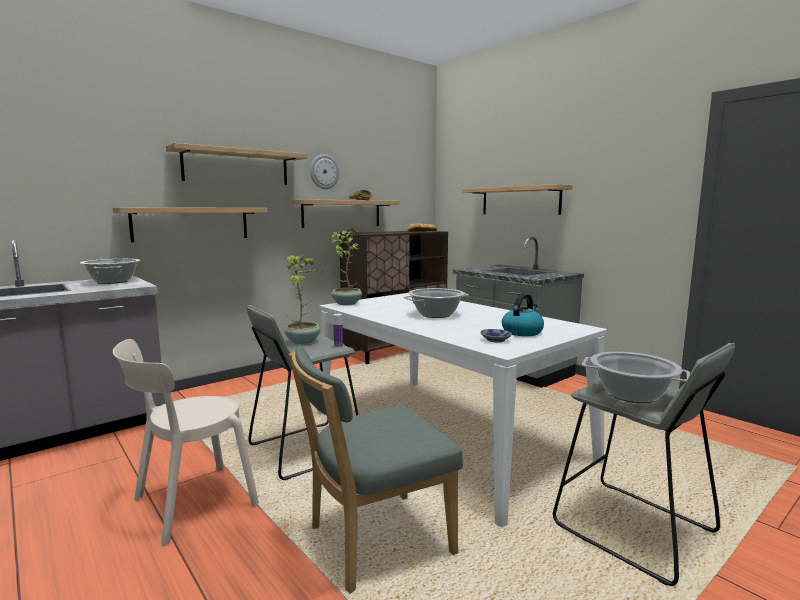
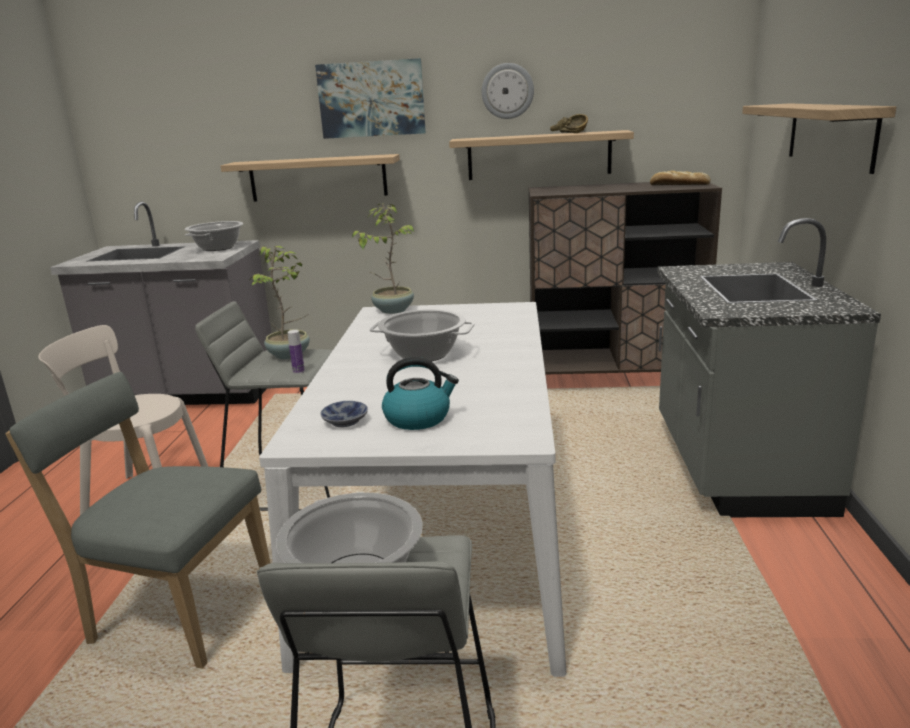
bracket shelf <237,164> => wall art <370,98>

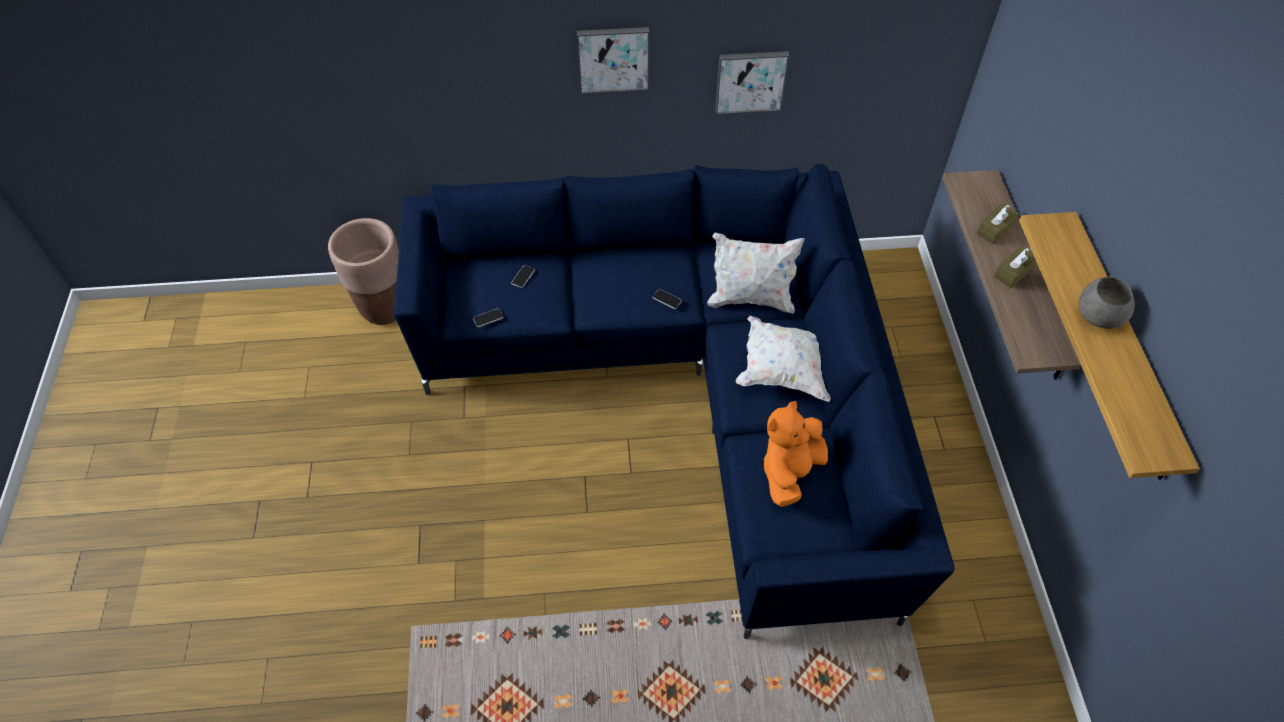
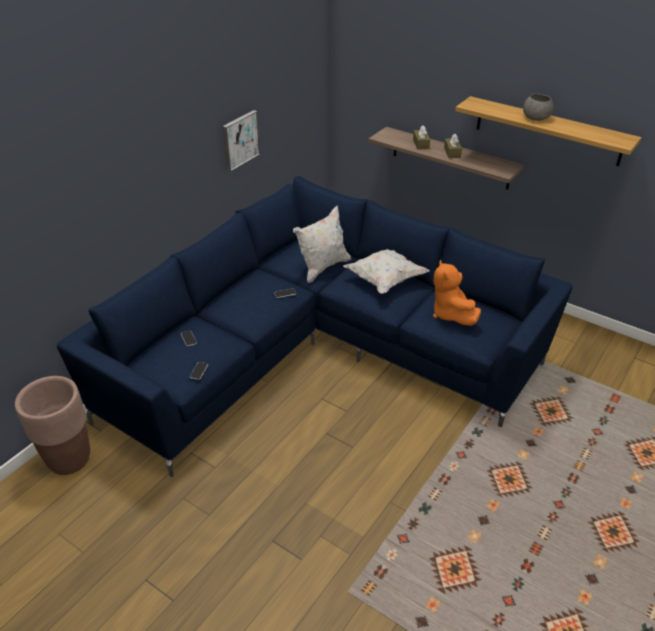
wall art <613,60> => nothing

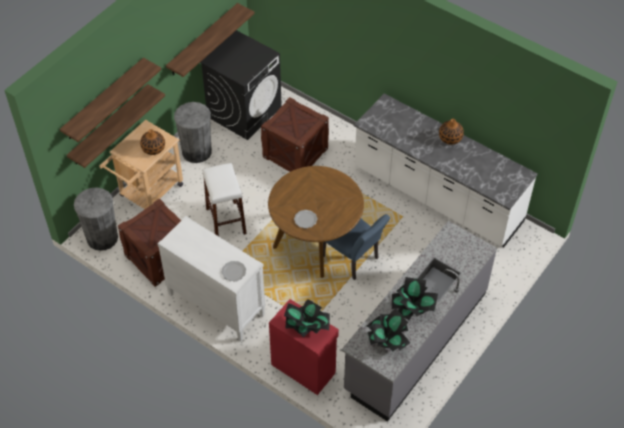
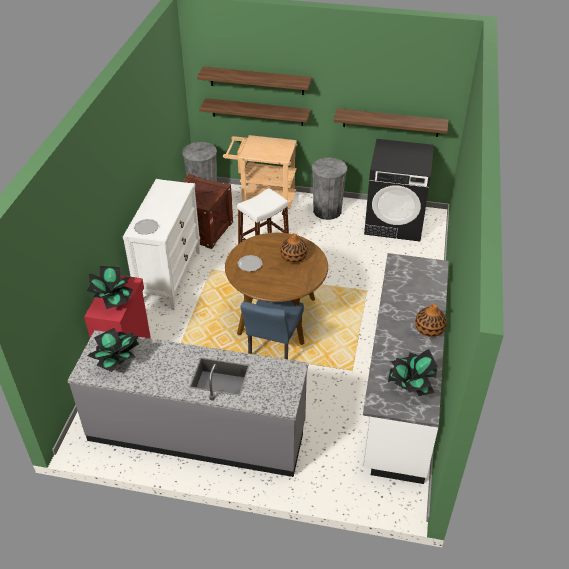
packing crate <295,134> => nothing
decorative vase <152,142> => decorative vase <294,248>, move
plant in a pot <415,298> => plant in a pot <413,372>, move

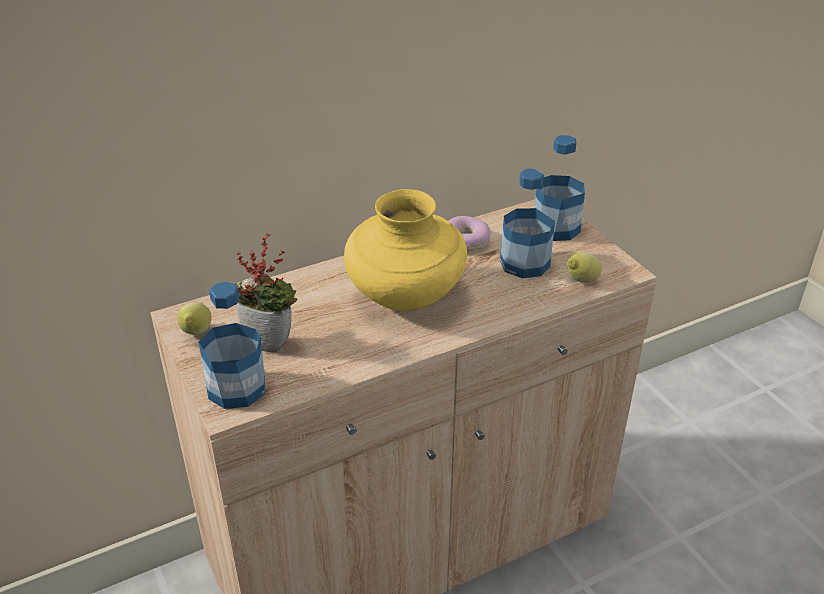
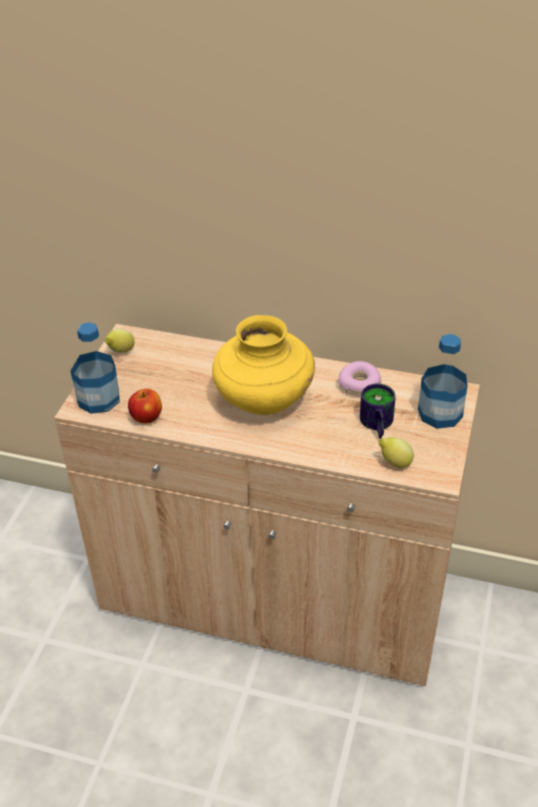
beverage bottle <527,223> => coffee mug <377,411>
plant in a pot <266,292> => nothing
nothing => whole apple <145,406>

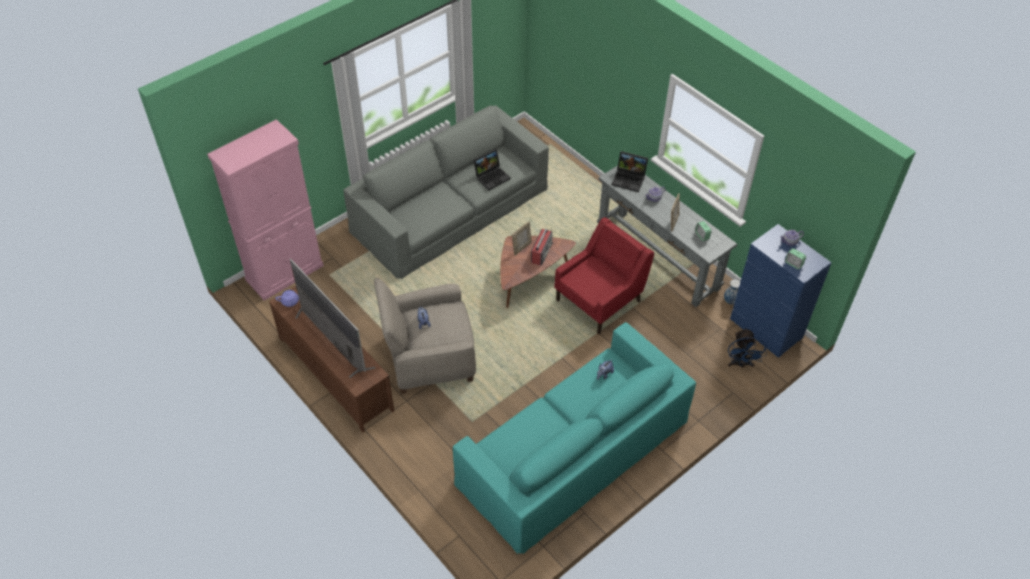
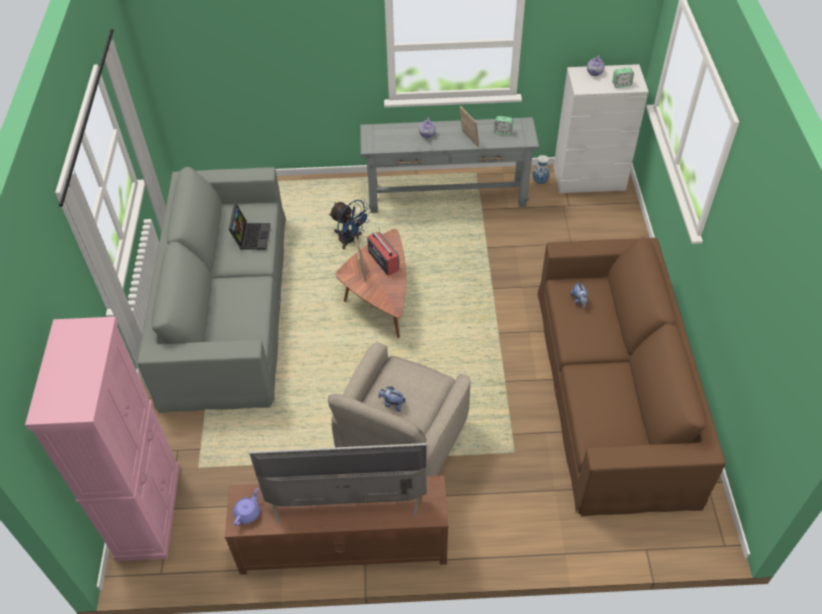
portable computer <629,171> => nothing
easy chair (red-coloured) <604,275> => nothing
dresser (blue-coloured) <781,290> => dresser (white) <601,128>
couch (turquoise-coloured) <574,438> => couch (brown-coloured) <631,376>
cooling fan (blue-coloured) <747,348> => cooling fan (blue-coloured) <350,224>, move

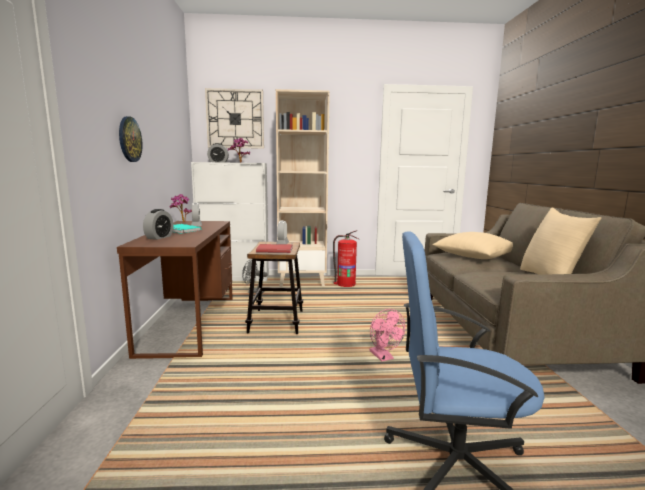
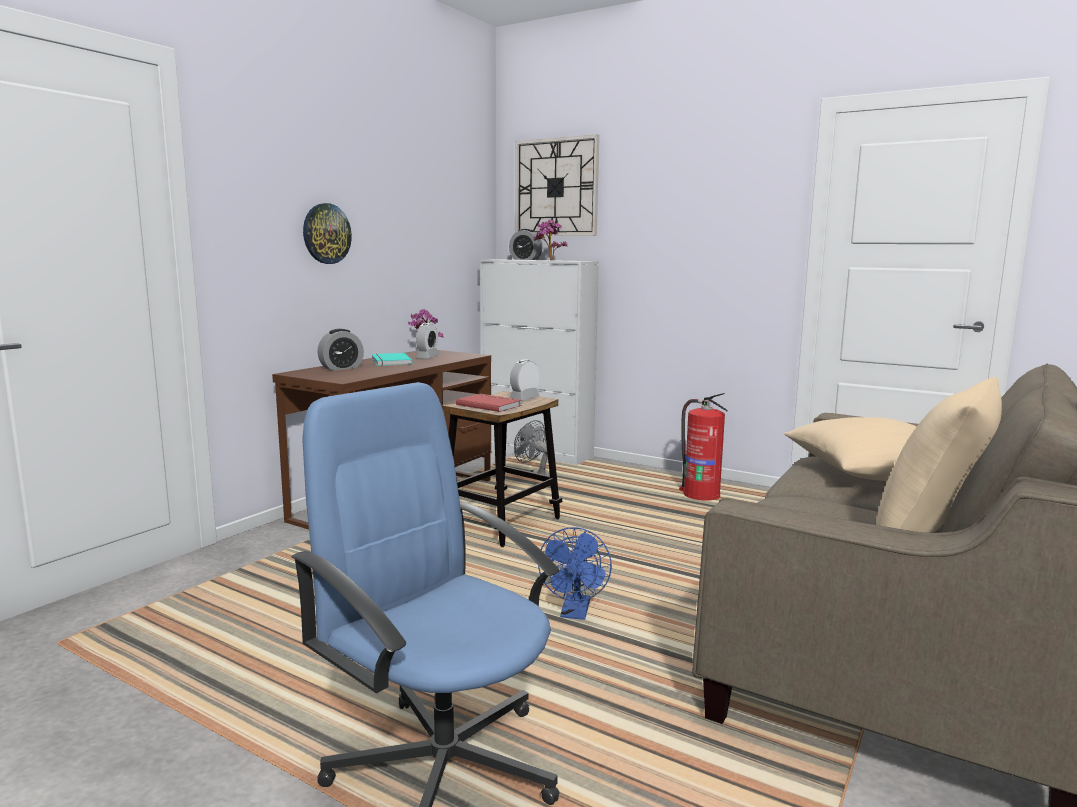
bookcase (beige-coloured) <303,188> => nothing
cooling fan (pink-coloured) <387,335> => cooling fan (blue-coloured) <575,573>

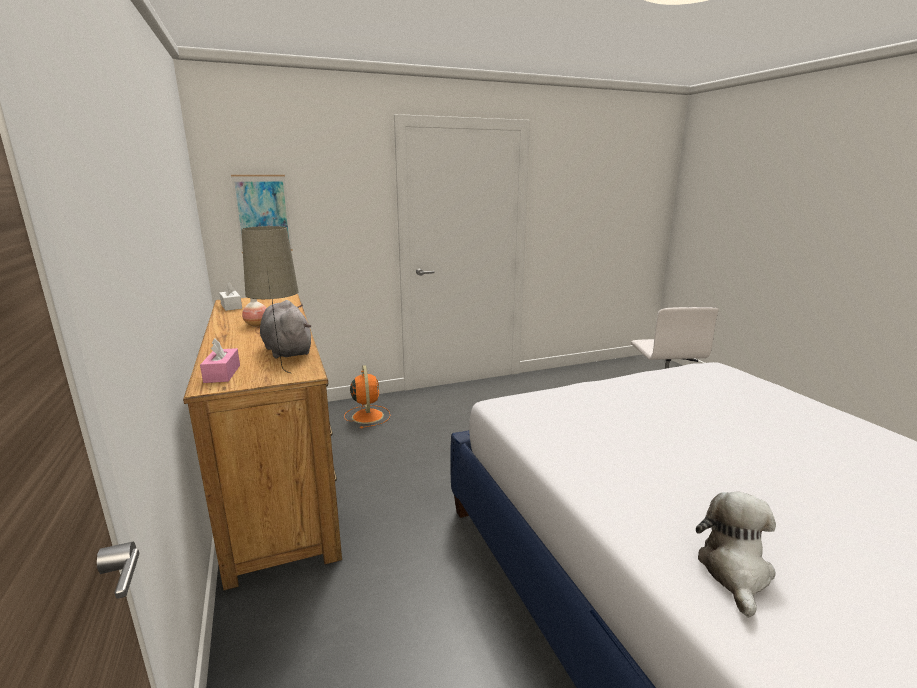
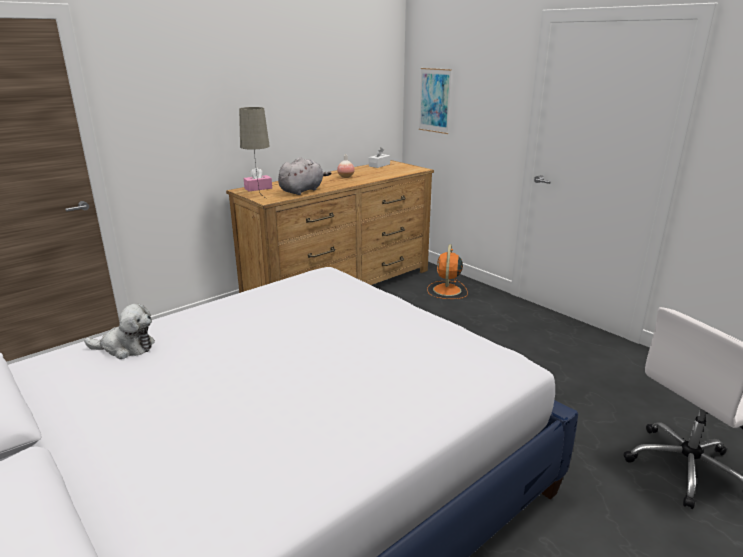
cooling fan (orangey) <367,396> => cooling fan (orangey) <447,271>, 135 degrees clockwise

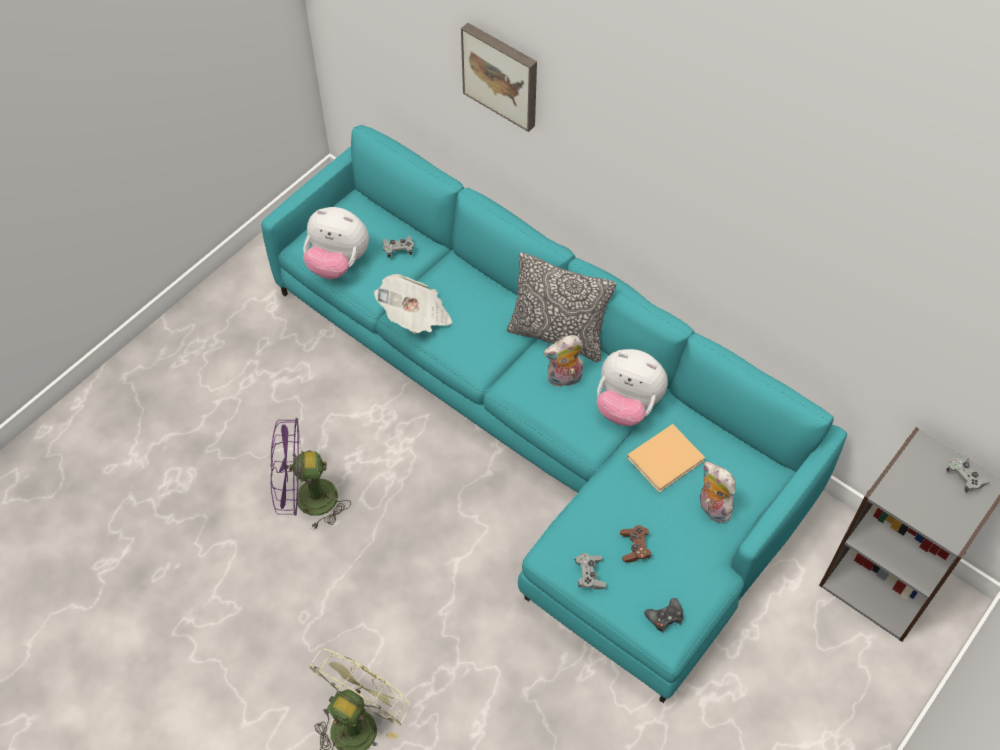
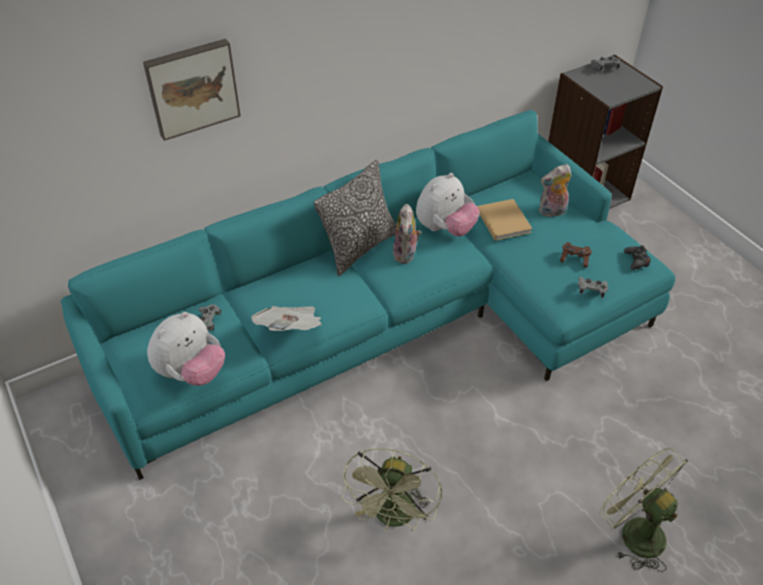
cooling fan (purple) <311,474> => cooling fan (green-coloured) <392,490>

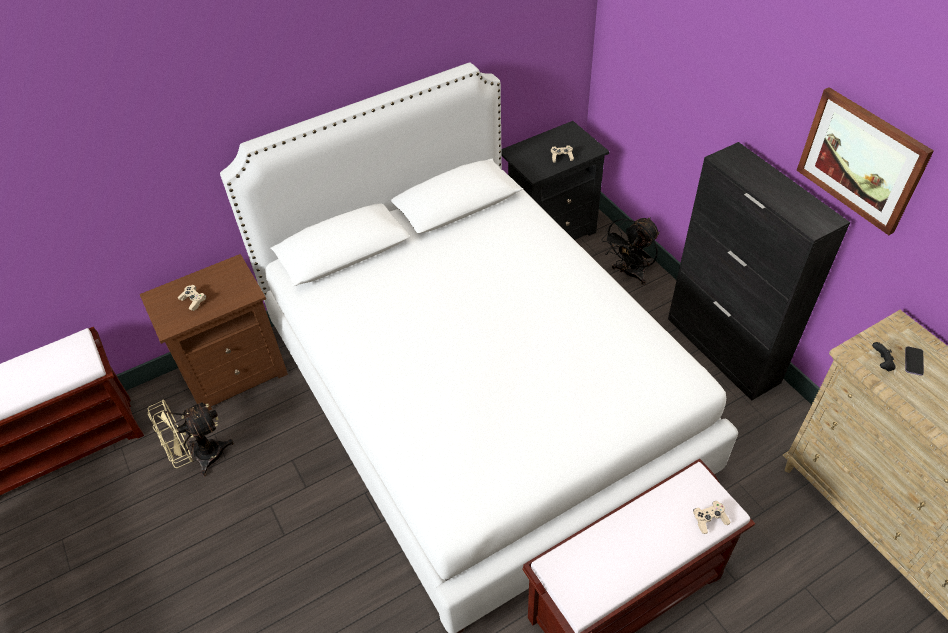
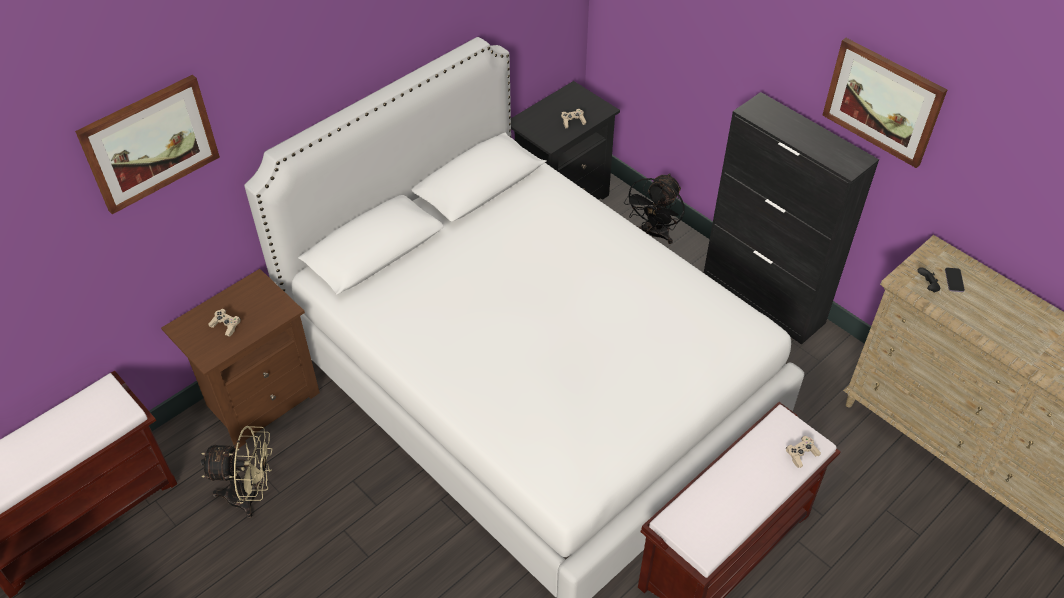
cooling fan (beige-coloured) <190,438> => cooling fan (beige-coloured) <237,472>, 135 degrees counterclockwise
nothing => wall art <147,144>

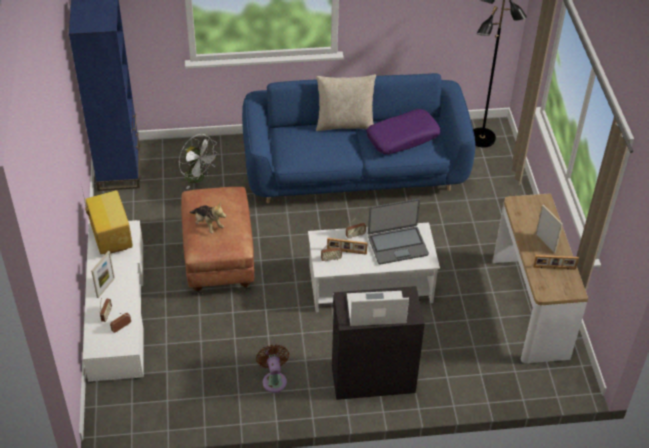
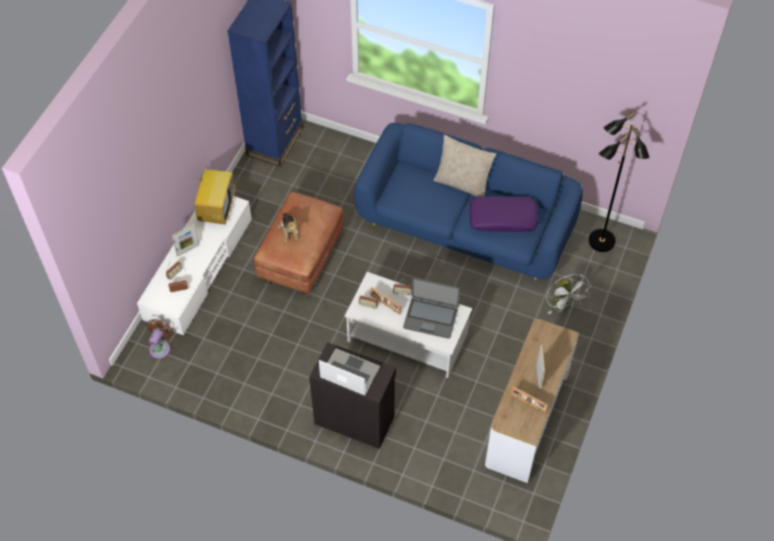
cooling fan (white) <199,161> => cooling fan (white) <568,294>, move
cooling fan (brown-coloured) <272,368> => cooling fan (brown-coloured) <160,339>, move

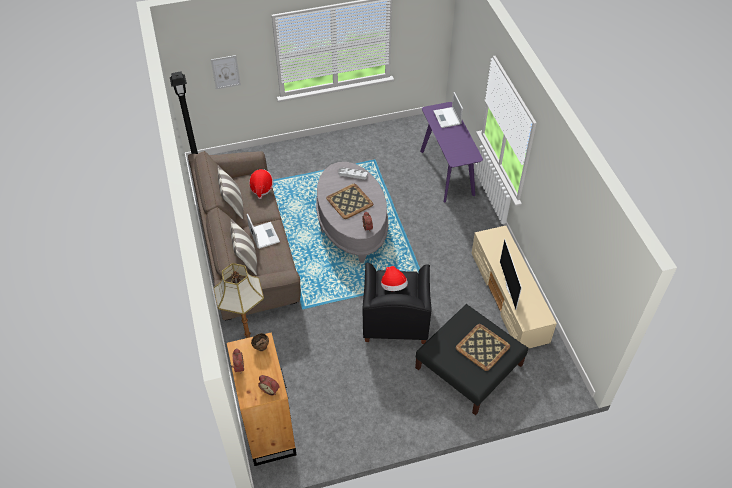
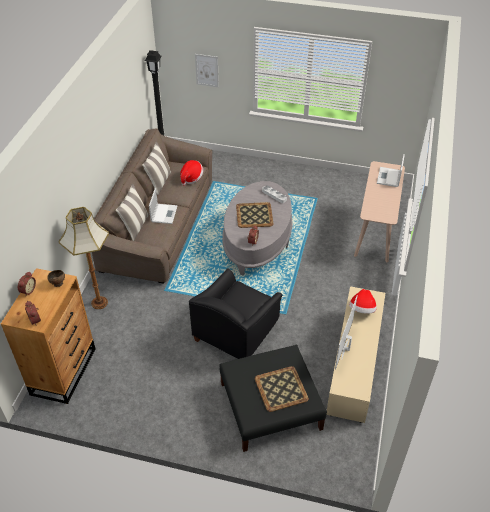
console table (purple) <451,152> => console table (beige-coloured) <379,211>
hat <394,278> => hat <363,301>, move

